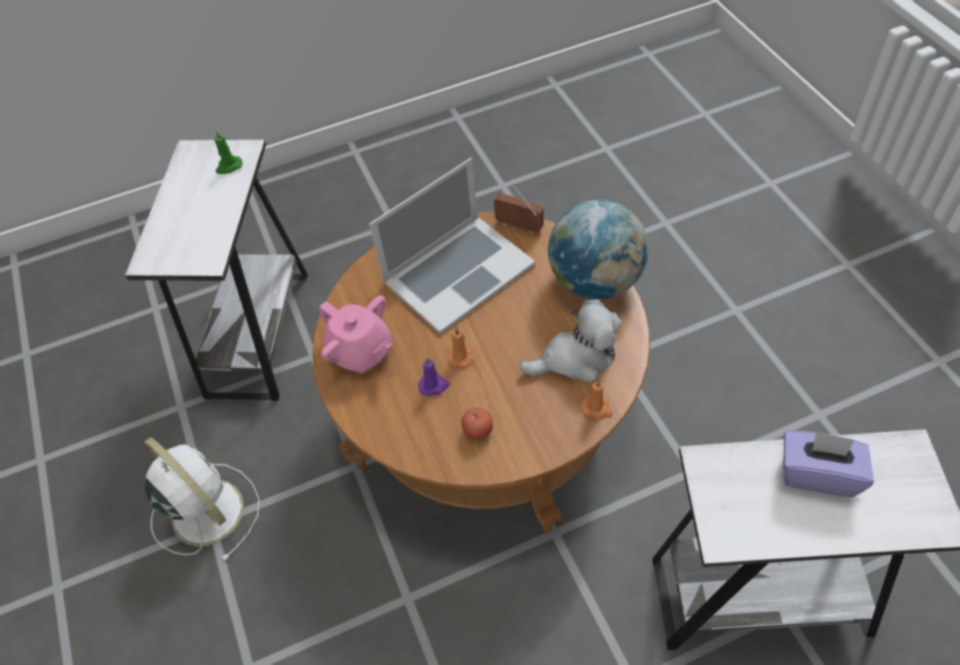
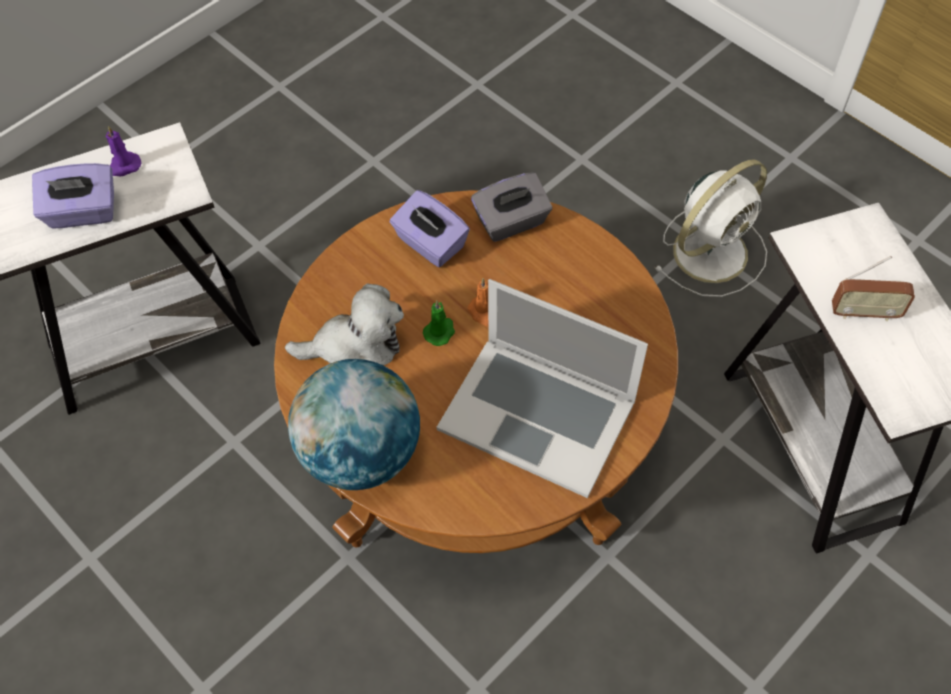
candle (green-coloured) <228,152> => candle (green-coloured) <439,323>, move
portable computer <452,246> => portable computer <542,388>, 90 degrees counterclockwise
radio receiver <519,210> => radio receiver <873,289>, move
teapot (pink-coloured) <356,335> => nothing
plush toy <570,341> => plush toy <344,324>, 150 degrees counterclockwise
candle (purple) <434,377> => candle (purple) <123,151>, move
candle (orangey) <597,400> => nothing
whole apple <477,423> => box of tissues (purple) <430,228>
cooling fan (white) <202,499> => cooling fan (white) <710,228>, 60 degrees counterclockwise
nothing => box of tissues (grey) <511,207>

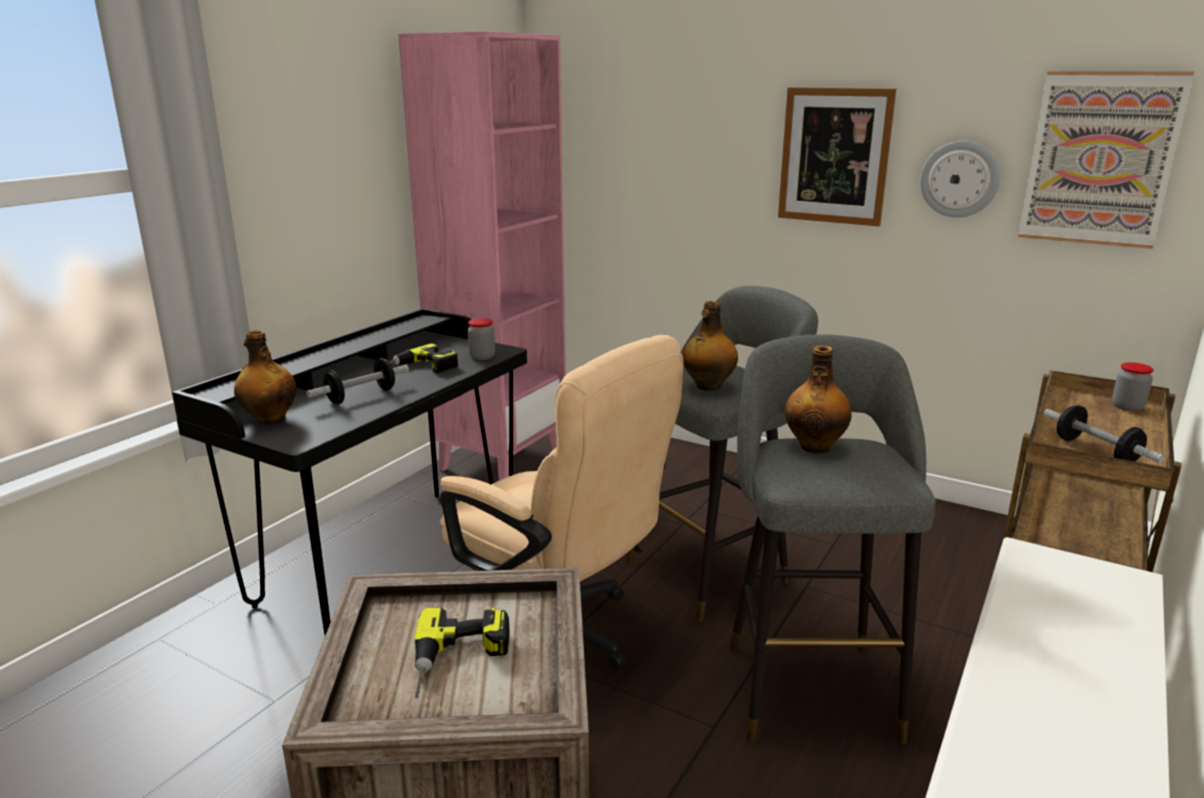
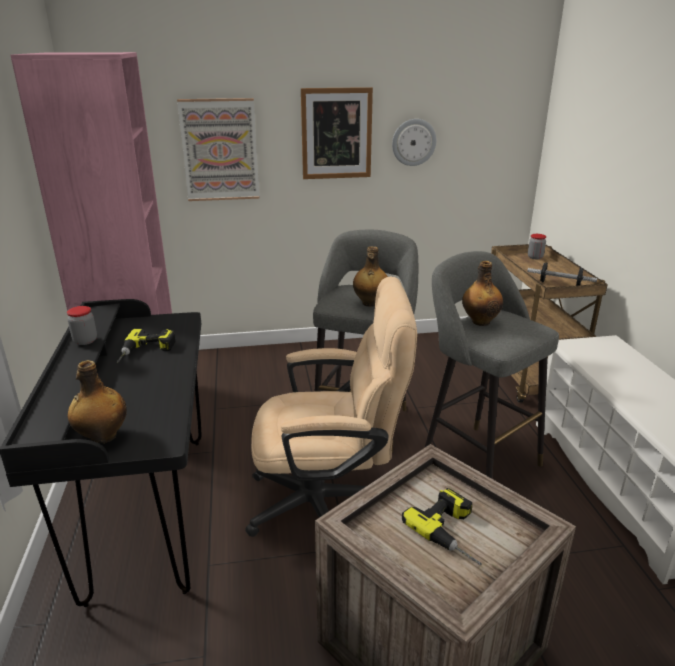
wall art <1106,160> => wall art <218,149>, move
preserve jar <481,339> => preserve jar <82,325>, move
hand weight <357,381> => nothing

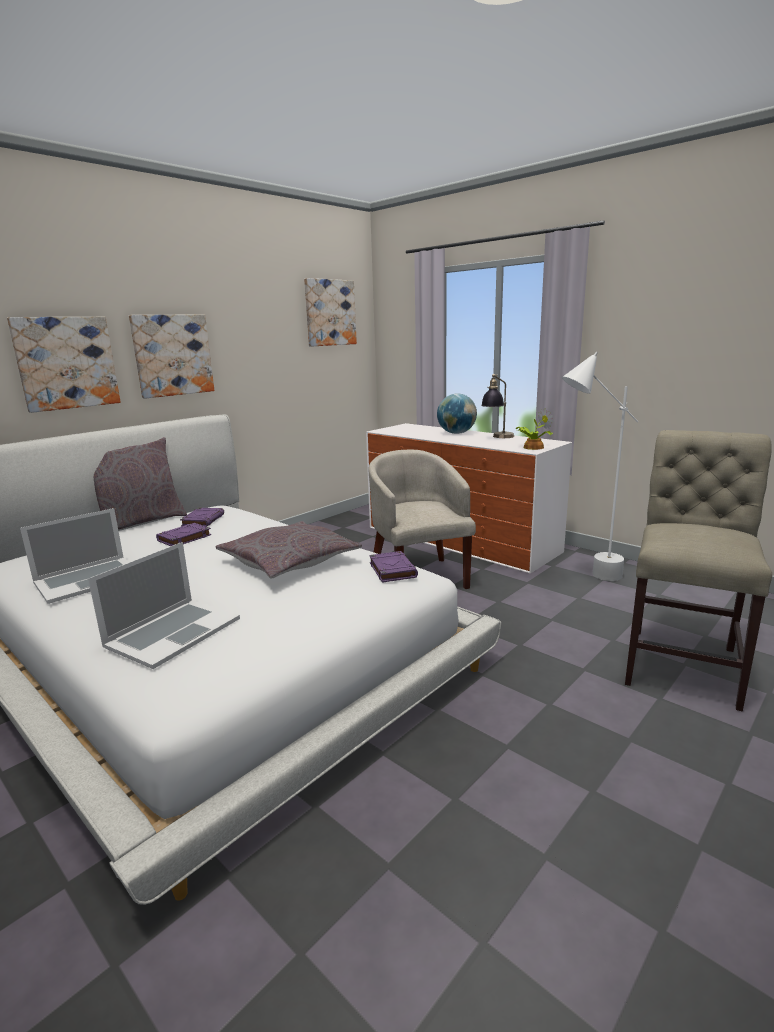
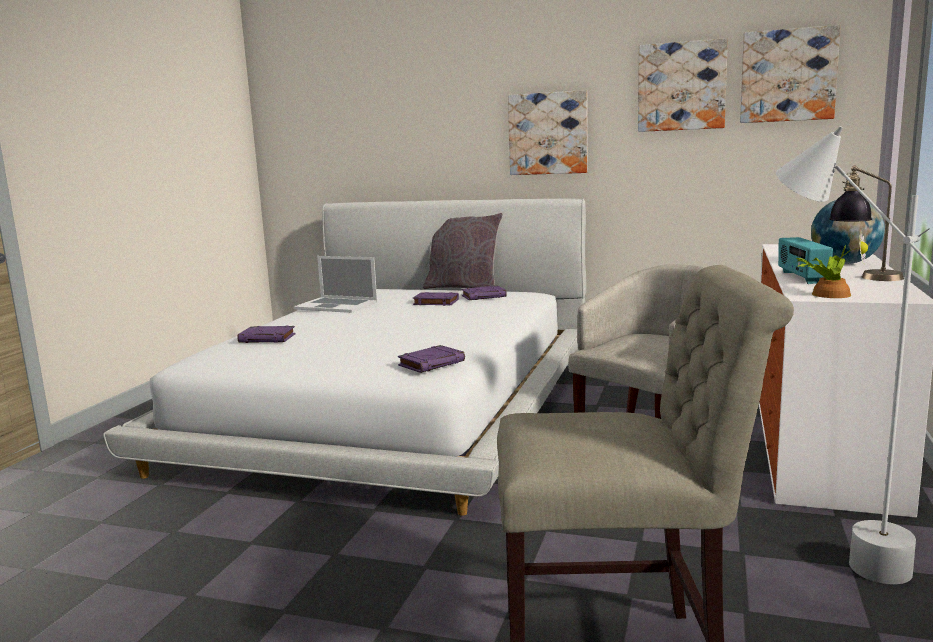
wall art <64,365> => wall art <683,85>, move
cushion (grey) <289,549> => nothing
portable computer <164,605> => book (purple) <266,334>
nothing => radio receiver <805,260>

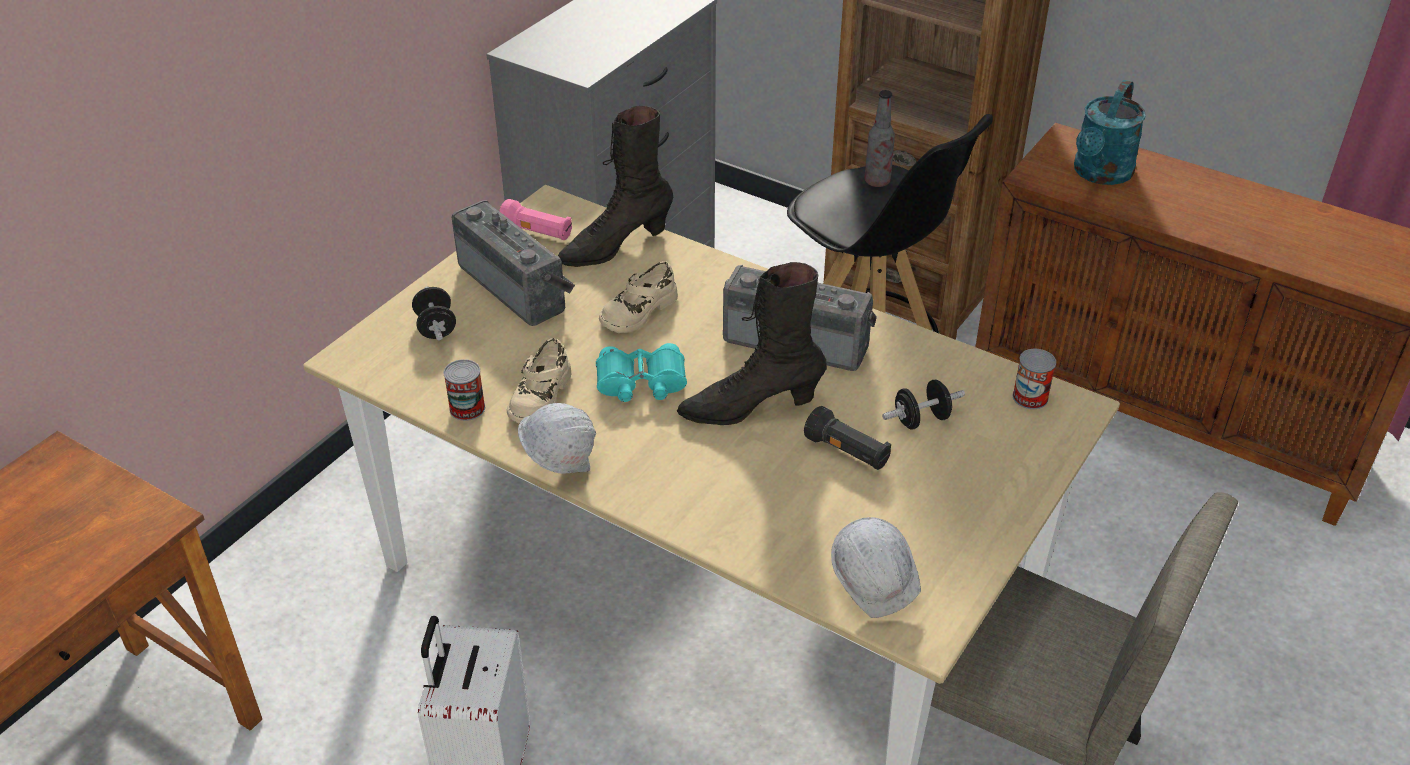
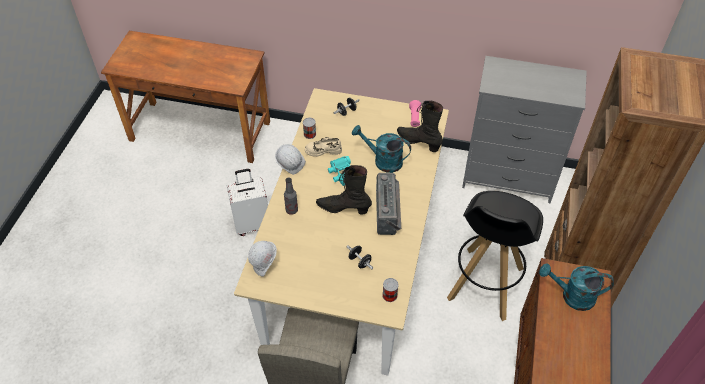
beverage bottle <879,138> => beverage bottle <291,196>, move
radio receiver <513,263> => nothing
shoe (beige-coloured) <638,297> => sprinkling can (turquoise-coloured) <381,149>
tall boot (black-coloured) <752,343> => tall boot (black-coloured) <344,189>, 45 degrees counterclockwise
flashlight (black-coloured) <847,438> => nothing

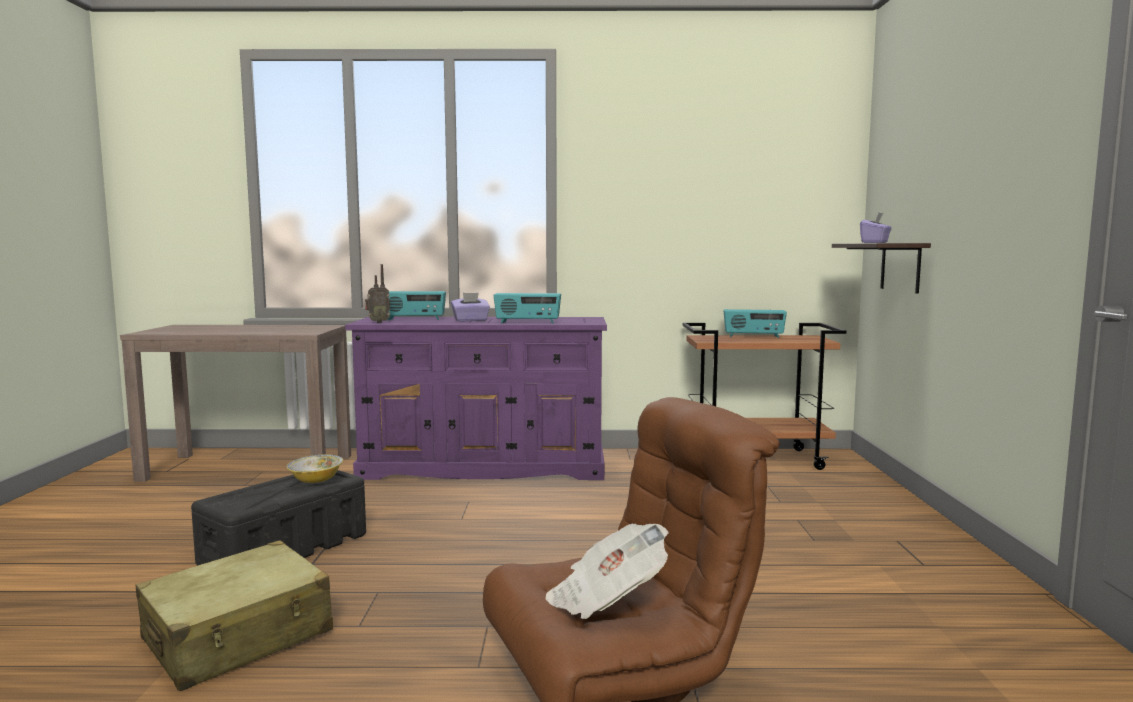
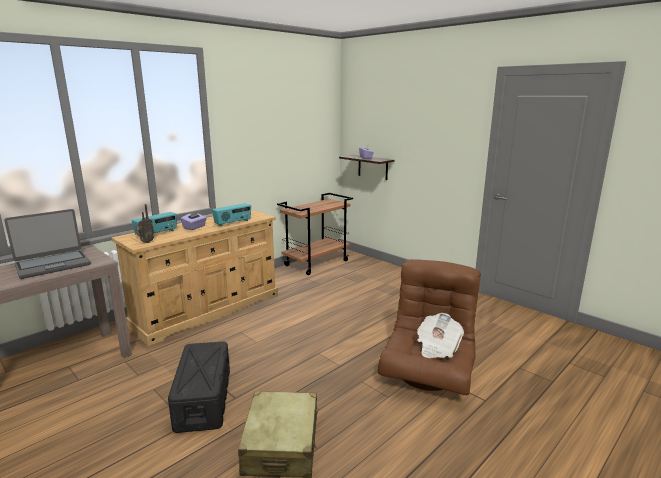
radio receiver <755,323> => nothing
dresser (purple) <476,398> => dresser (beige-coloured) <194,278>
deep dish <315,469> => nothing
nothing => portable computer <47,244>

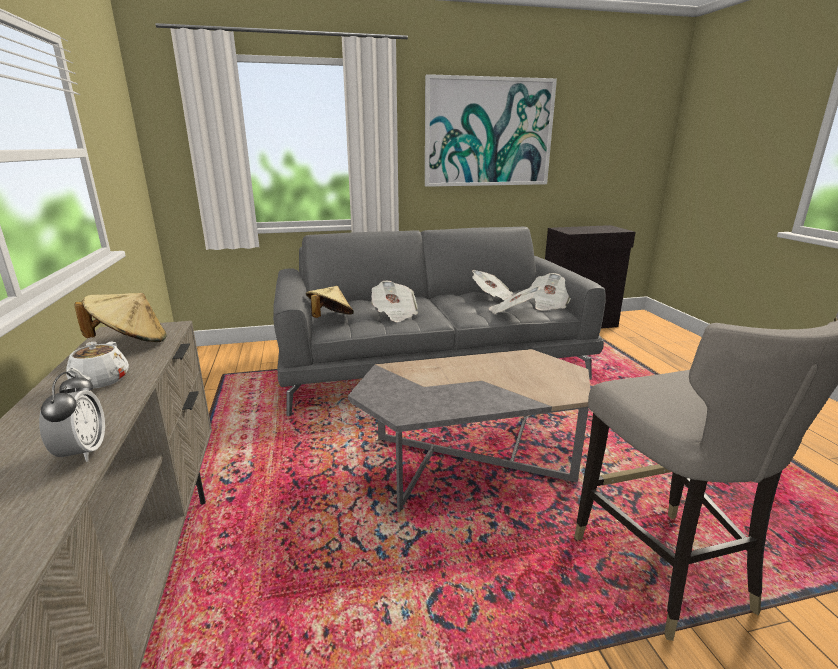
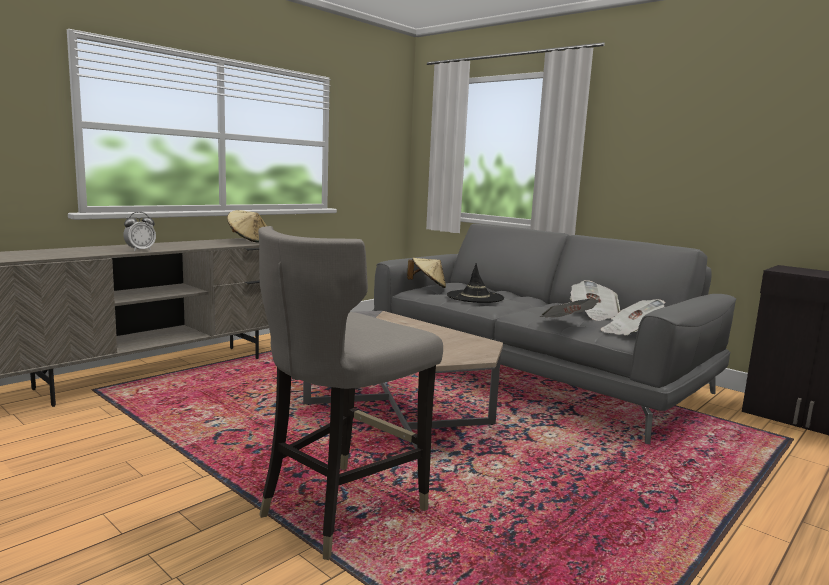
wall art <491,130> => nothing
newspaper <394,301> => hat (black-coloured) <475,283>
teapot (white) <97,365> => nothing

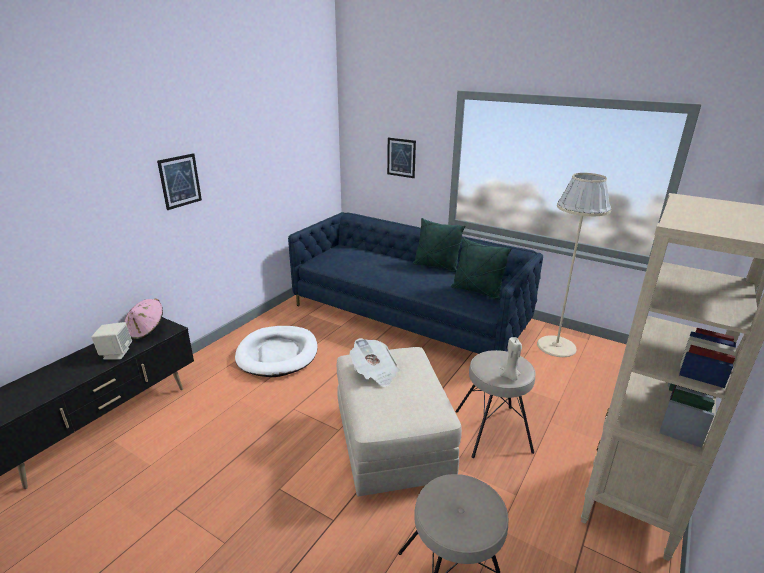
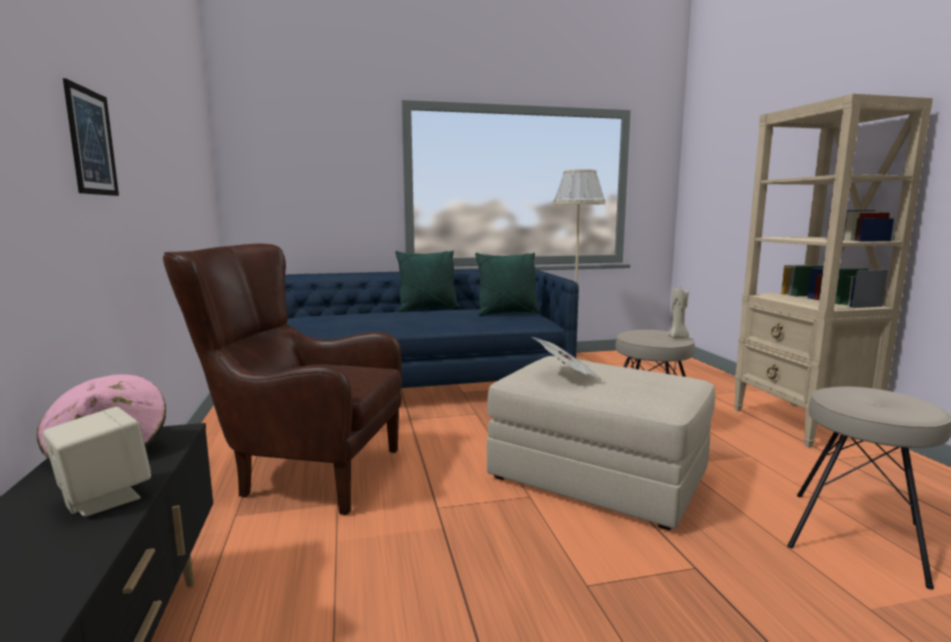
wall art <401,158> => nothing
dog cushion (white) <276,351> => easy chair (brown-coloured) <282,379>

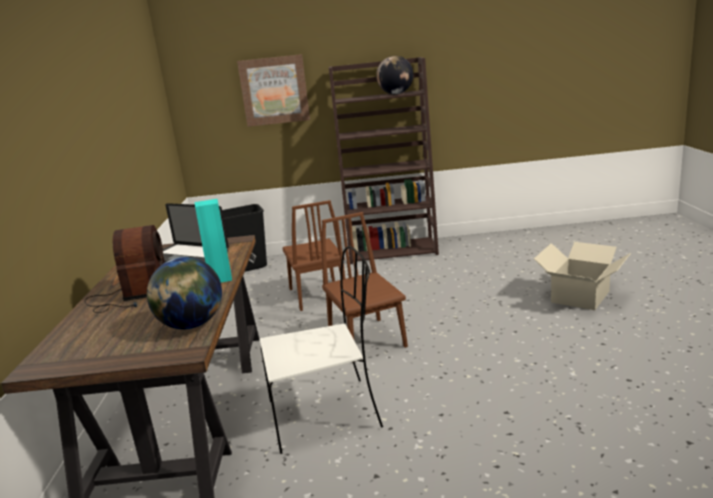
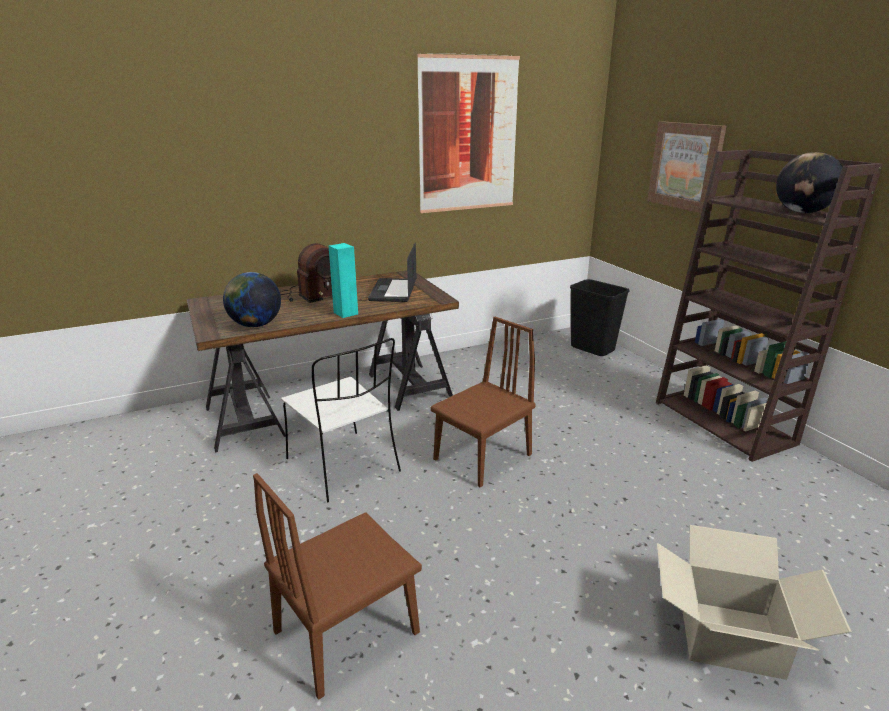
chair (brown-coloured) <314,255> => chair (brown-coloured) <337,586>, move
nothing => wall art <468,133>

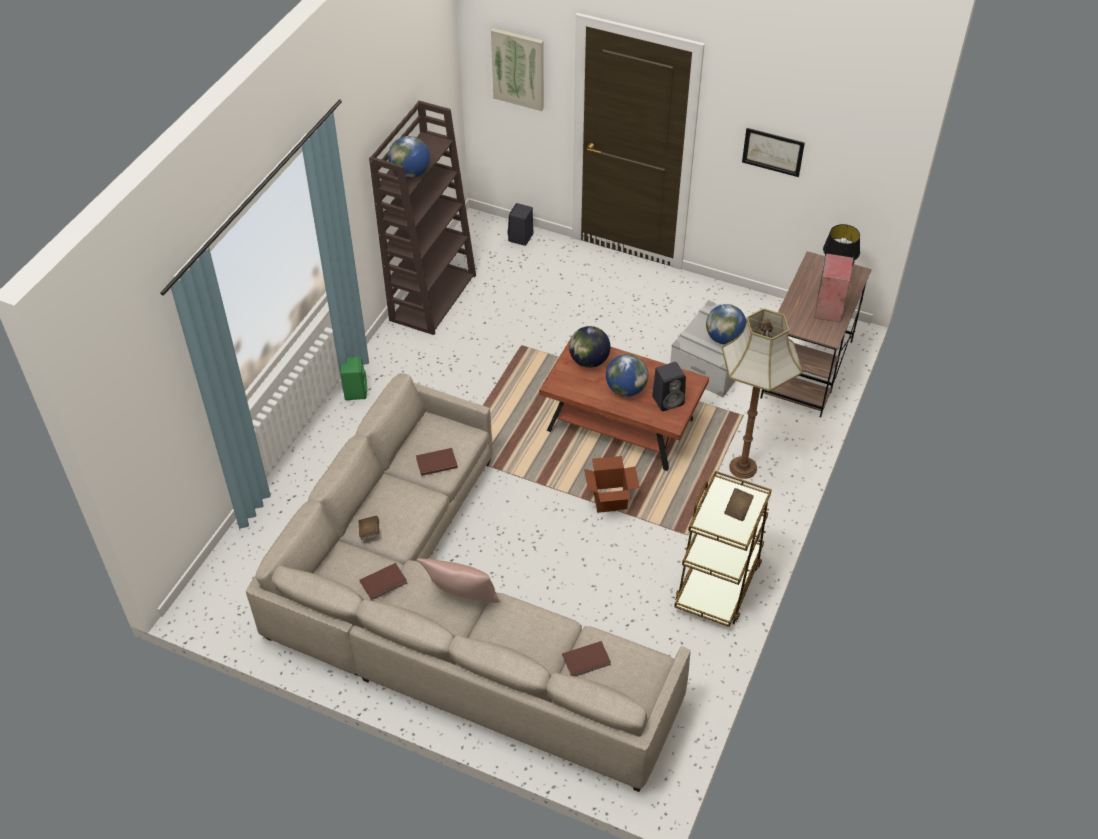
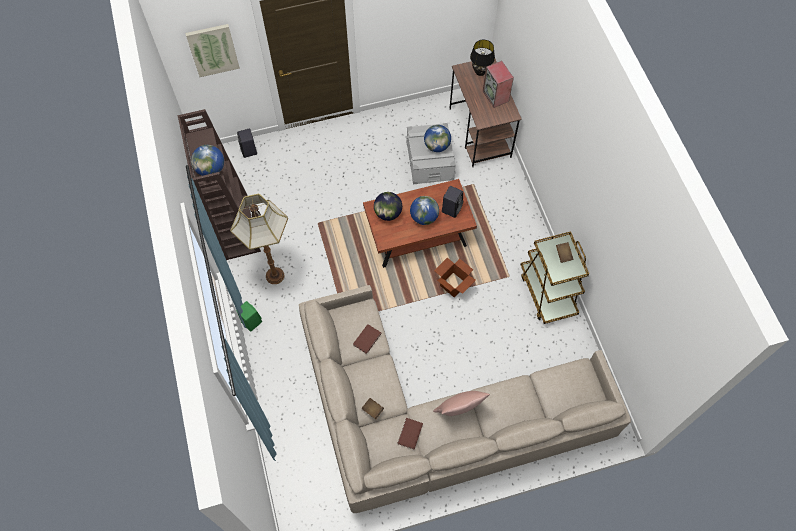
wall art <773,152> => nothing
standard lamp <762,394> => standard lamp <259,239>, move
book (brown-coloured) <586,658> => nothing

